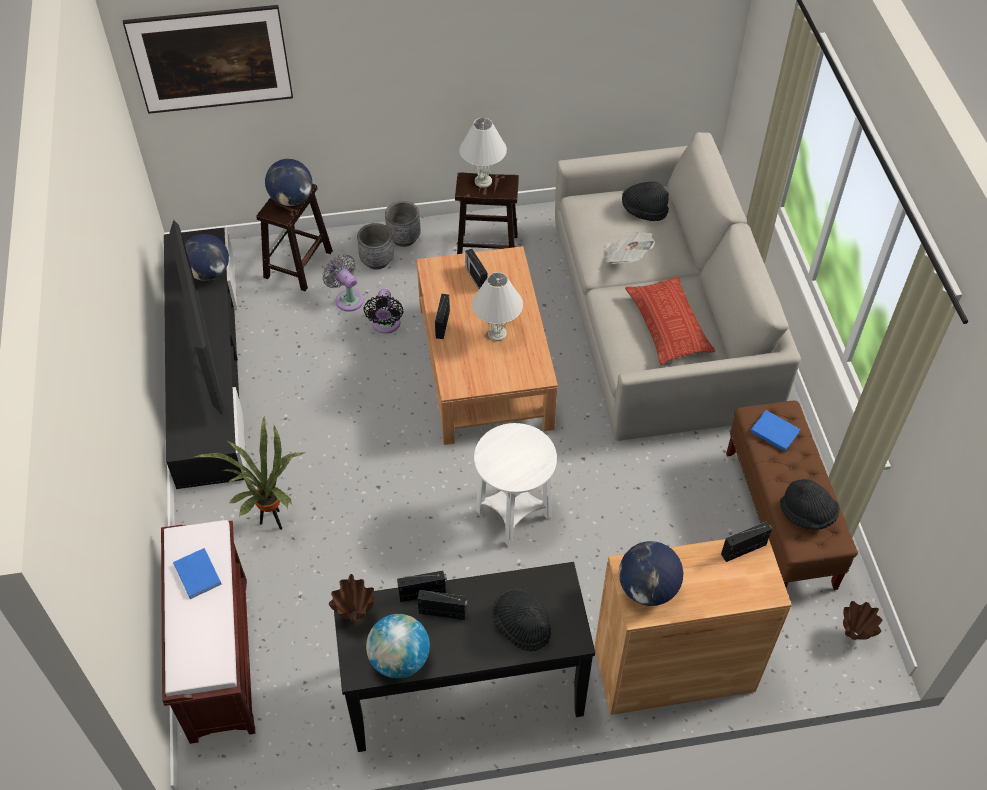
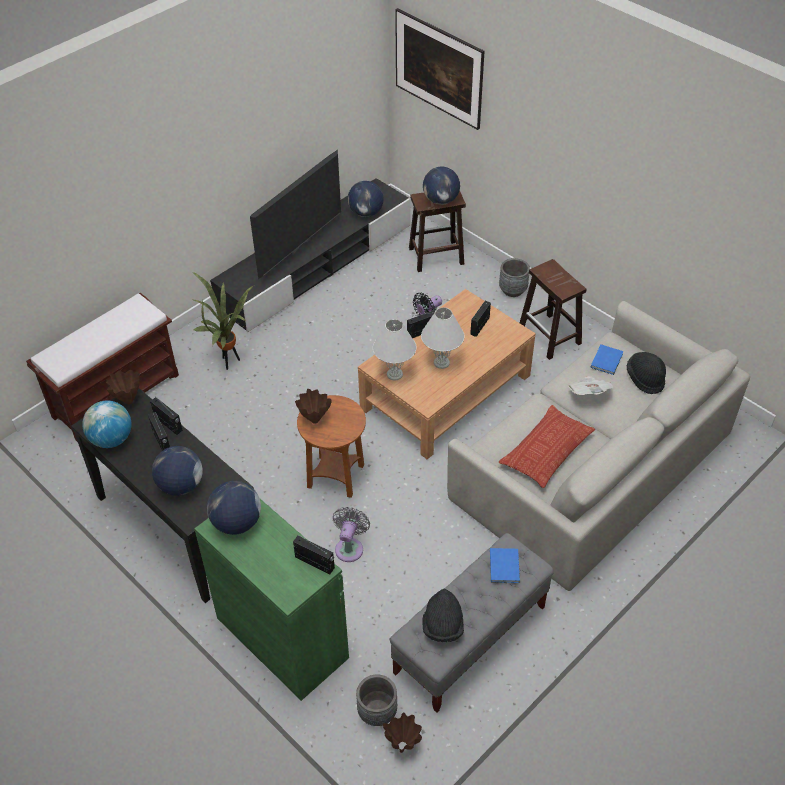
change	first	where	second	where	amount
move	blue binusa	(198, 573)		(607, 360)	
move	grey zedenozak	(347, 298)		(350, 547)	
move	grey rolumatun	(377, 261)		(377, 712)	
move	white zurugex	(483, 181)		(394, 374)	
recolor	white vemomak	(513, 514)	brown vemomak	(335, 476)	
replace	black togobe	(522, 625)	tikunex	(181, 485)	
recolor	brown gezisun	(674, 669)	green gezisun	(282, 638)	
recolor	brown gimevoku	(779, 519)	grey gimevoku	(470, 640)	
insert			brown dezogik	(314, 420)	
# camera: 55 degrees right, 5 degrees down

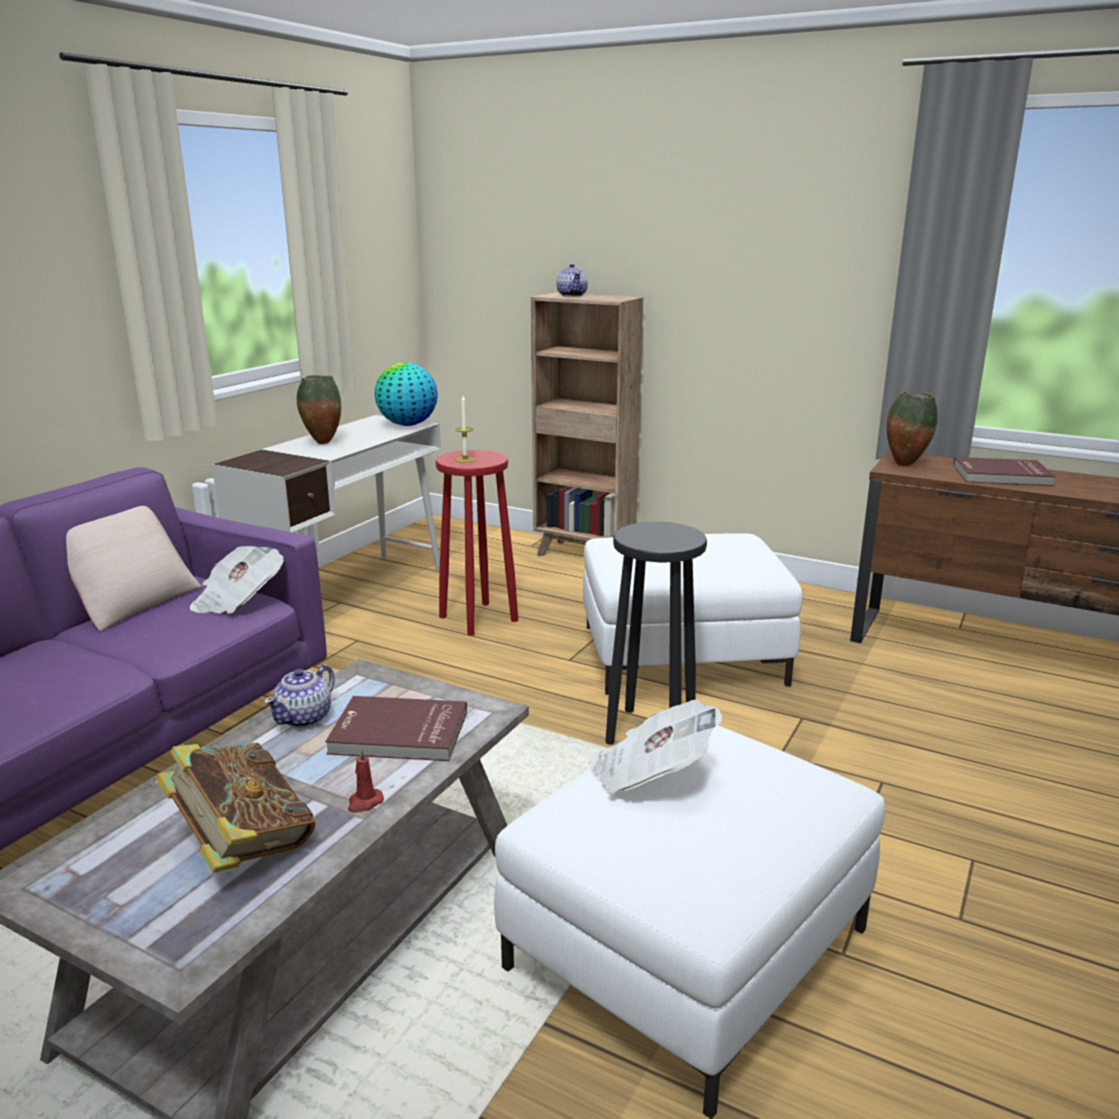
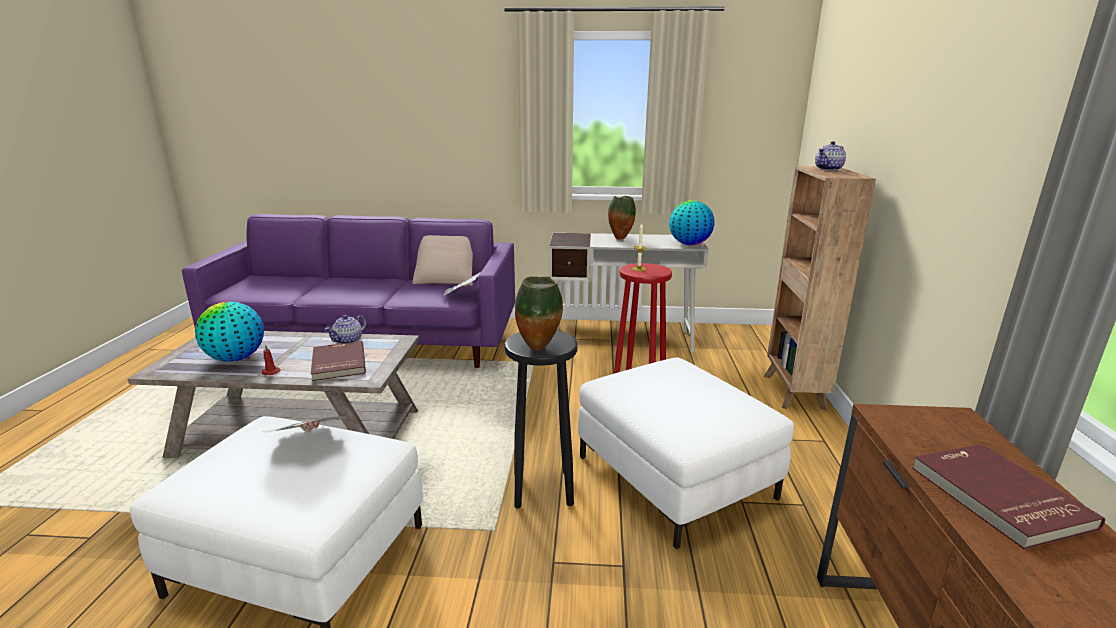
change	first	where	second	where	amount
replace	binusa	(243, 845)	tikunex	(235, 358)	
rotate	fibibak	(305, 718)		(348, 340)	60 degrees counterclockwise
move	dezogik	(905, 464)		(539, 349)	
# camera: 65 degrees right, 0 degrees up

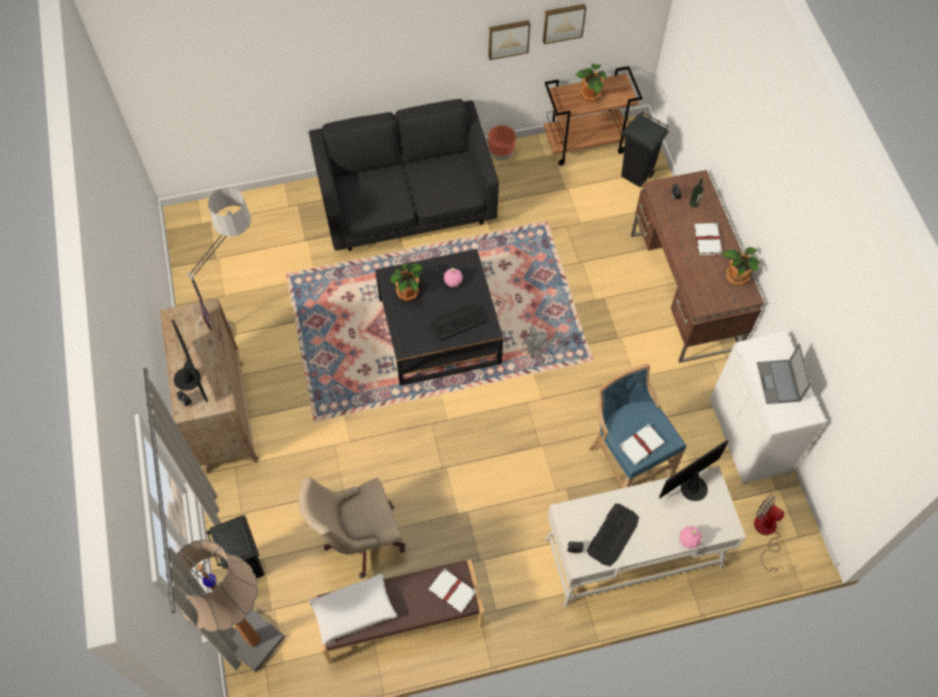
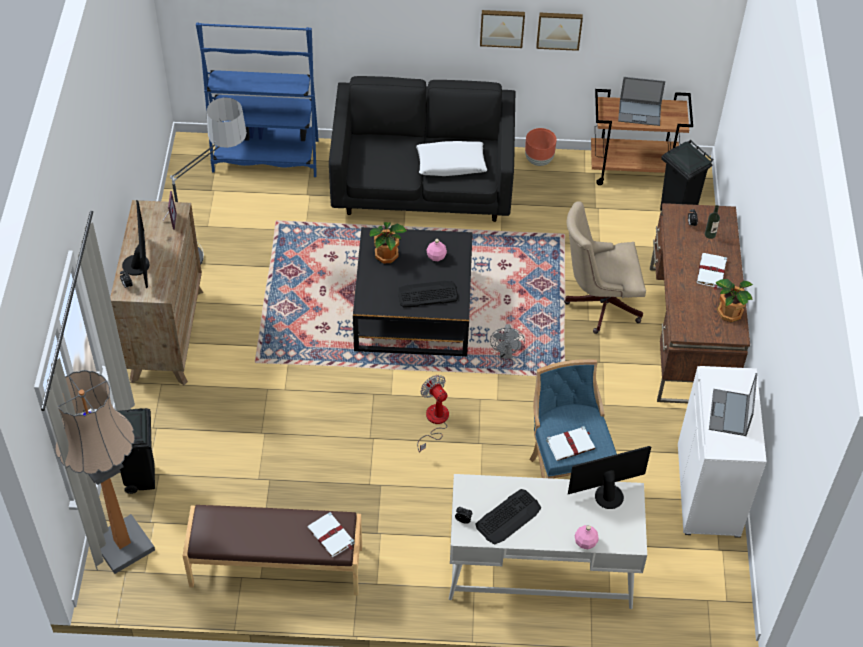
change	first	where	second	where	amount
move	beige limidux	(359, 538)		(598, 303)	
move	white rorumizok	(353, 611)		(451, 164)	
move	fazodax	(563, 22)		(502, 27)	
replace	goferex	(590, 95)	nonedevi	(640, 113)	
move	zedenozak	(766, 533)		(434, 421)	
insert			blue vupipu	(266, 156)	
# camera: 15 degrees right, 10 degrees down

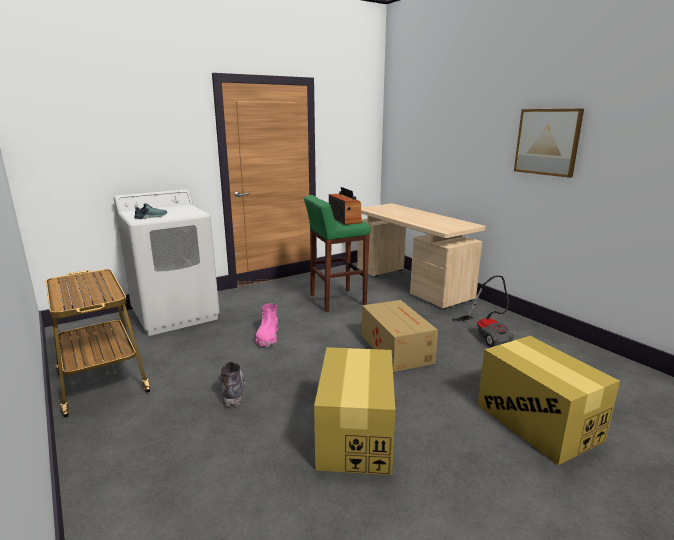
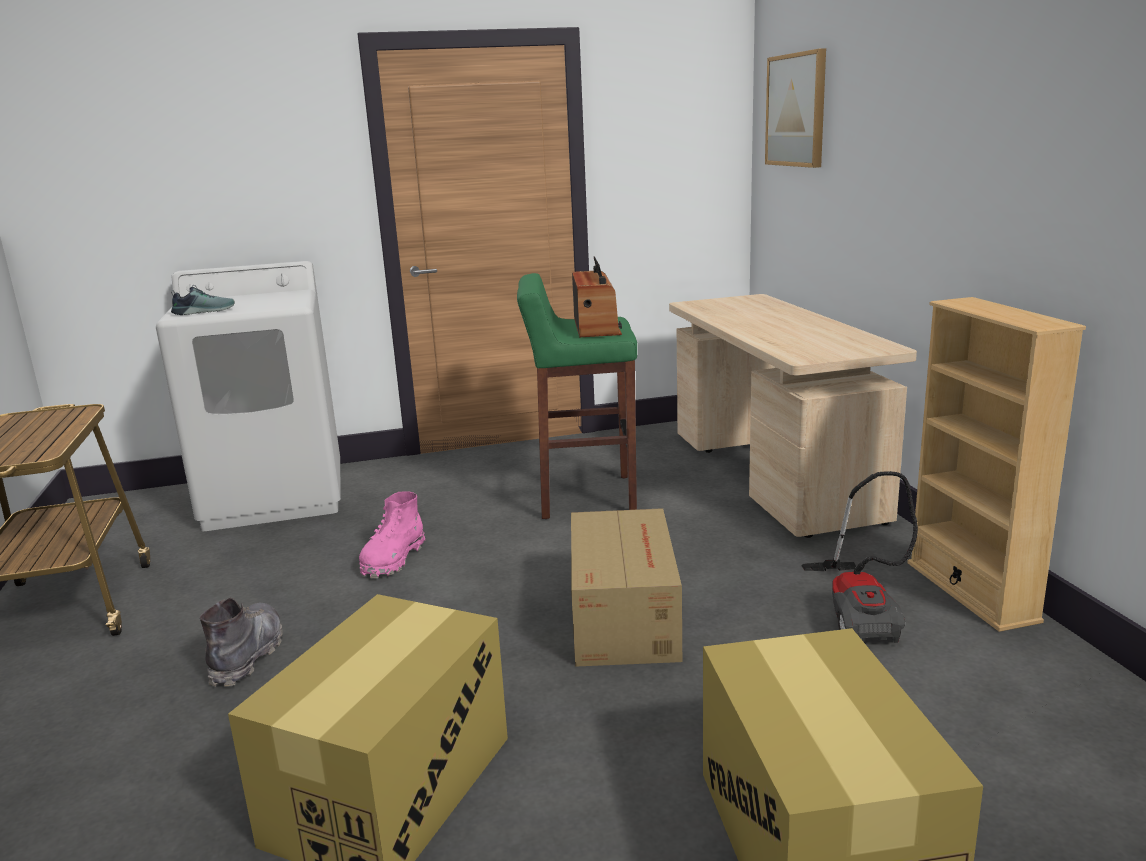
change	first	where	second	where	amount
move	fazodax	(547, 142)		(796, 110)	
insert			beige vupipu	(971, 591)	
# camera: 20 degrees right, 0 degrees up

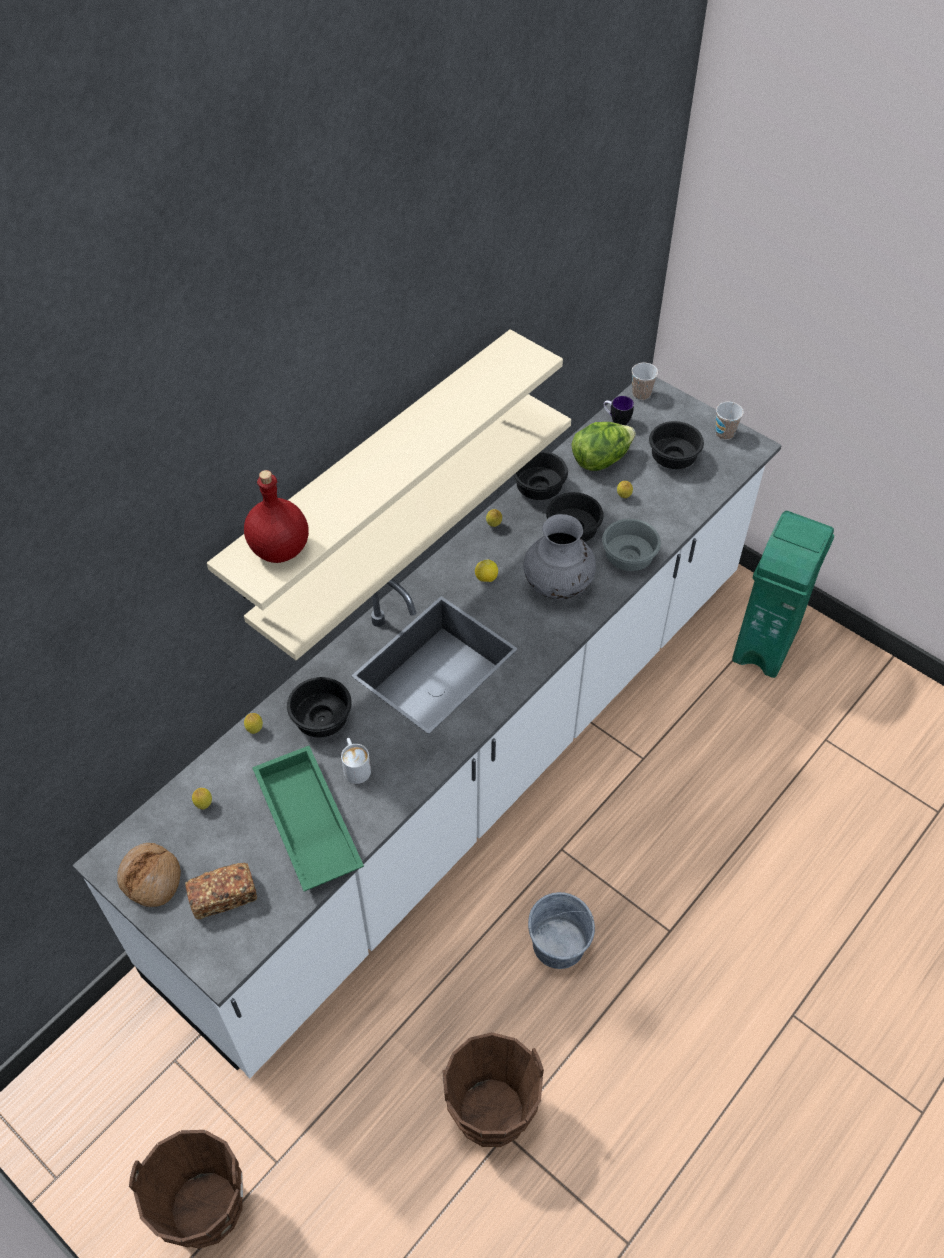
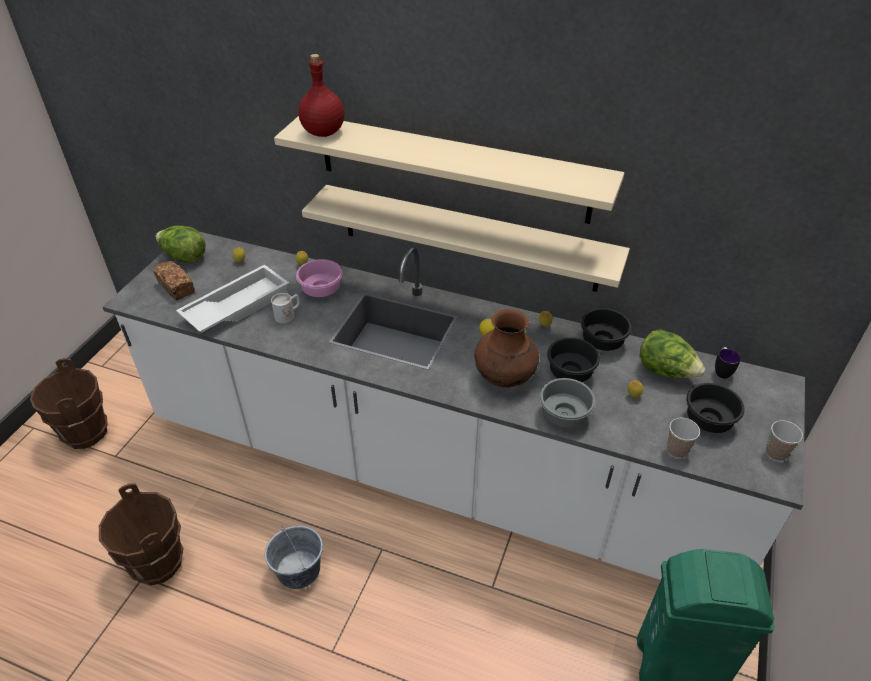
change	first	where	second	where	amount
replace	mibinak	(151, 878)	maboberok	(184, 257)	
recolor	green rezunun	(305, 824)	white rezunun	(236, 305)	
recolor	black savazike	(319, 719)	pink savazike	(321, 289)	
recolor	grey dezogik	(558, 586)	brown dezogik	(504, 377)	
move	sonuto	(641, 394)		(677, 450)	
# camera: 70 degrees right, 10 degrees down

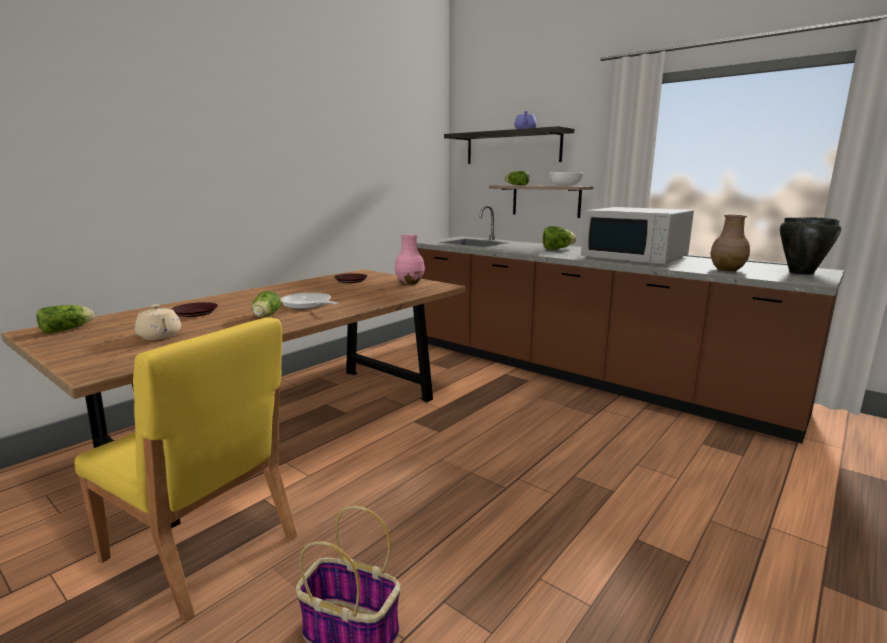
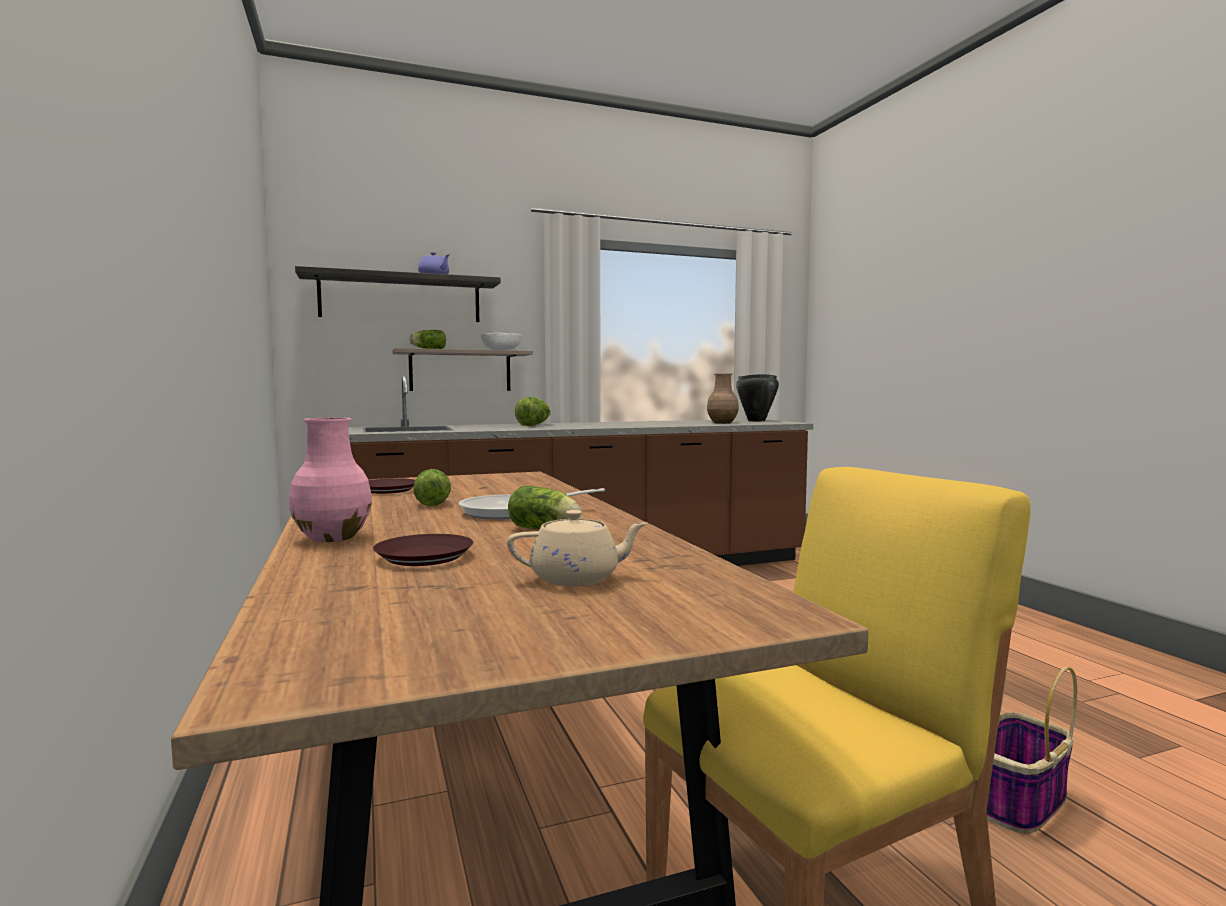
change	first	where	second	where	amount
move	maboberok	(68, 329)		(432, 502)	
move	pink dezogik	(409, 282)		(332, 538)	
delete	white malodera	(635, 257)			
# camera: 60 degrees left, 10 degrees down

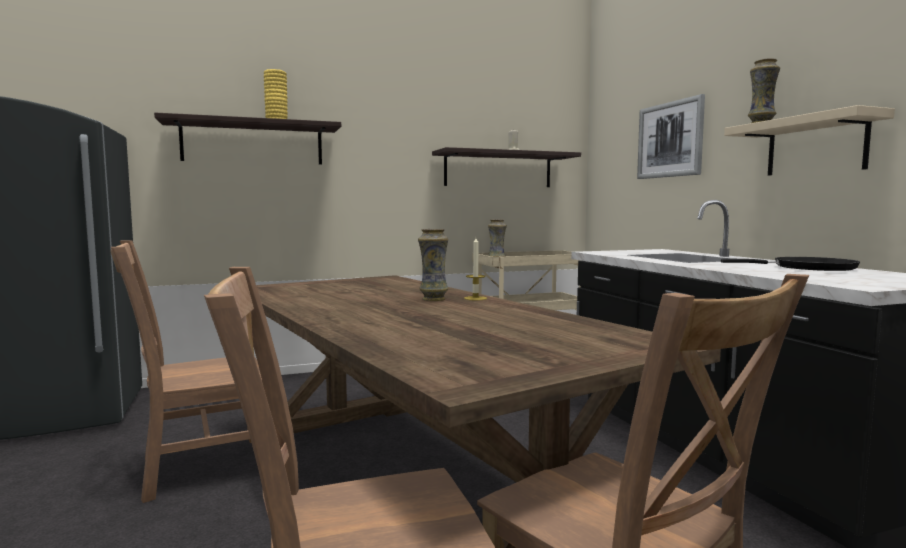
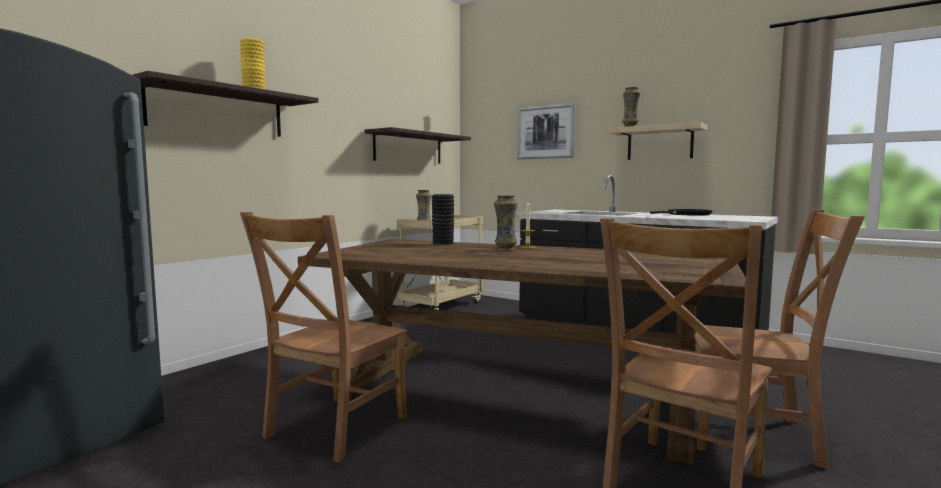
change	first	where	second	where	amount
insert			black dezogik	(443, 244)	
# camera: 35 degrees left, 0 degrees up

